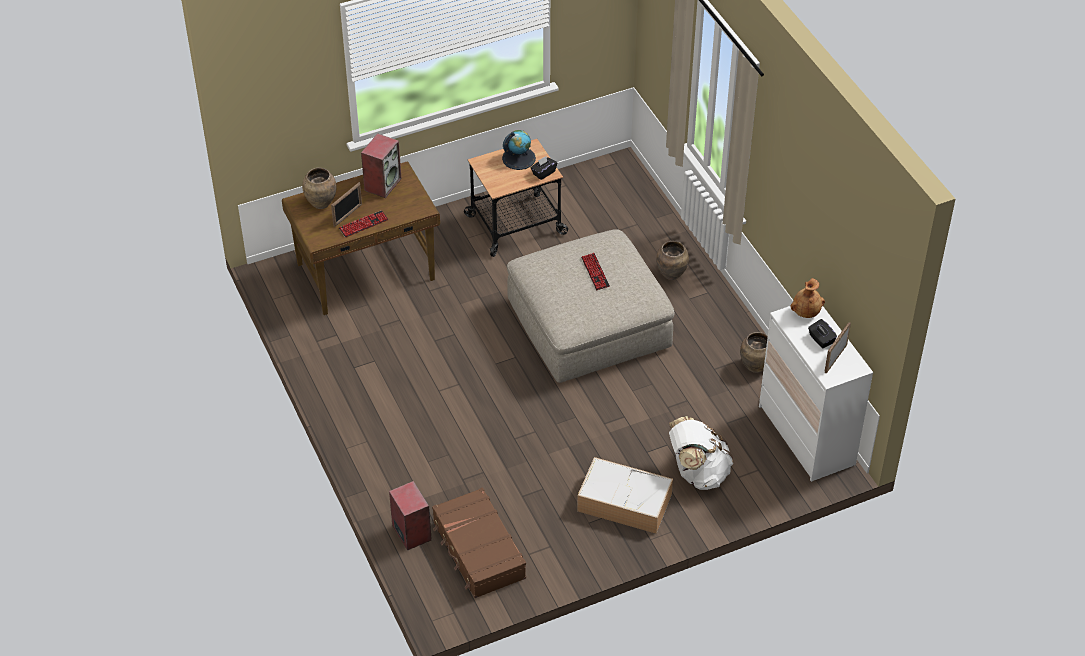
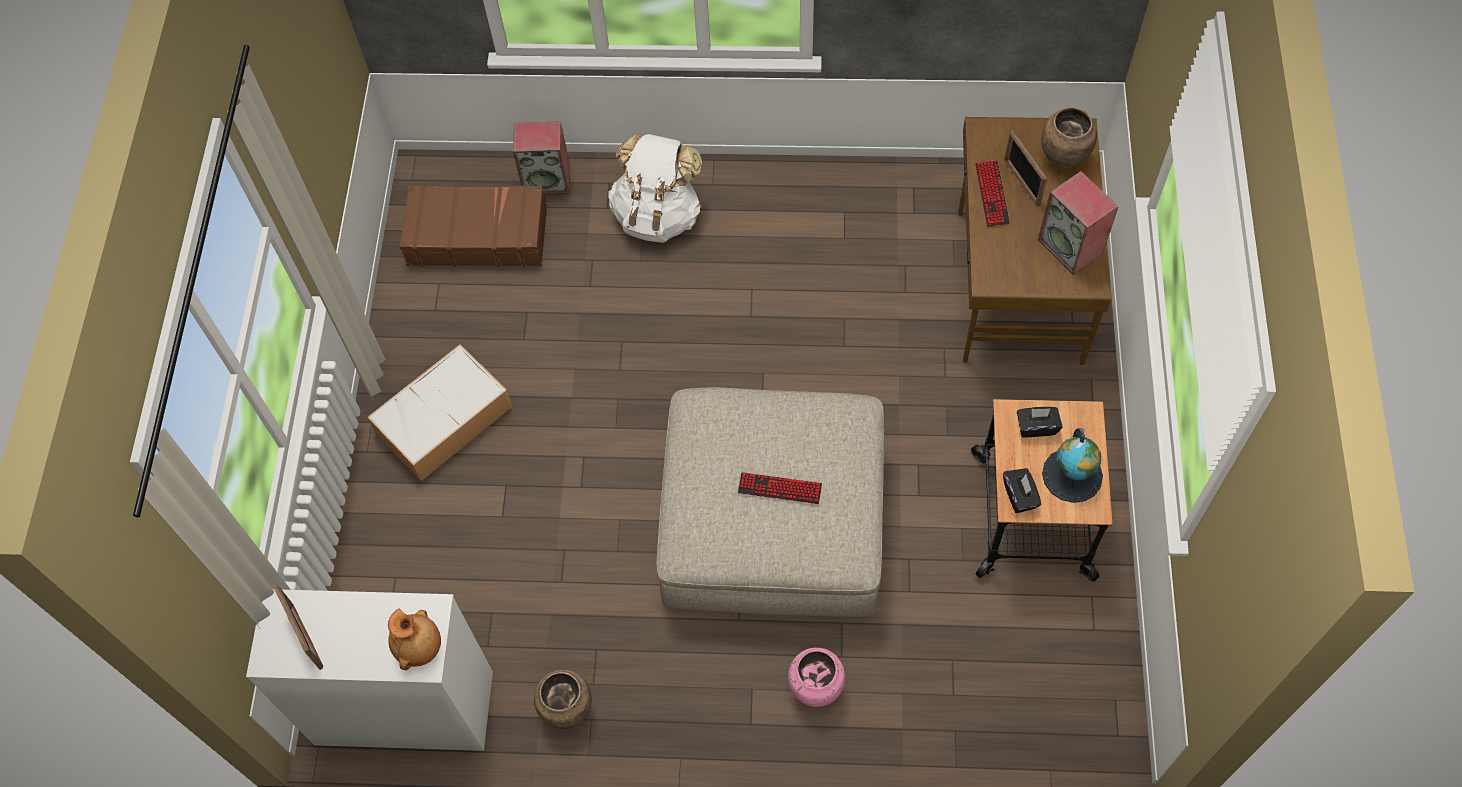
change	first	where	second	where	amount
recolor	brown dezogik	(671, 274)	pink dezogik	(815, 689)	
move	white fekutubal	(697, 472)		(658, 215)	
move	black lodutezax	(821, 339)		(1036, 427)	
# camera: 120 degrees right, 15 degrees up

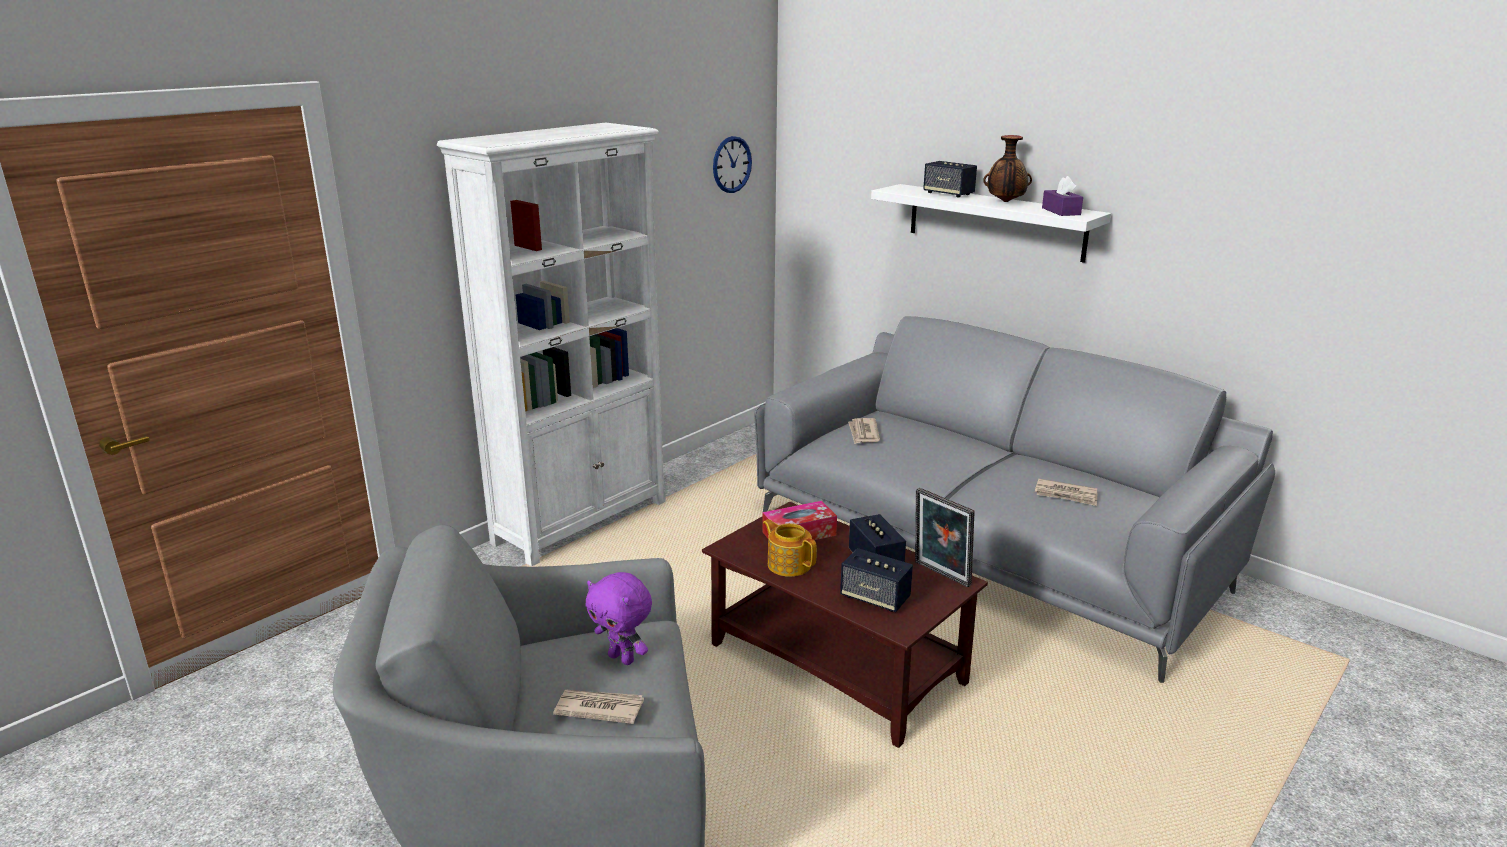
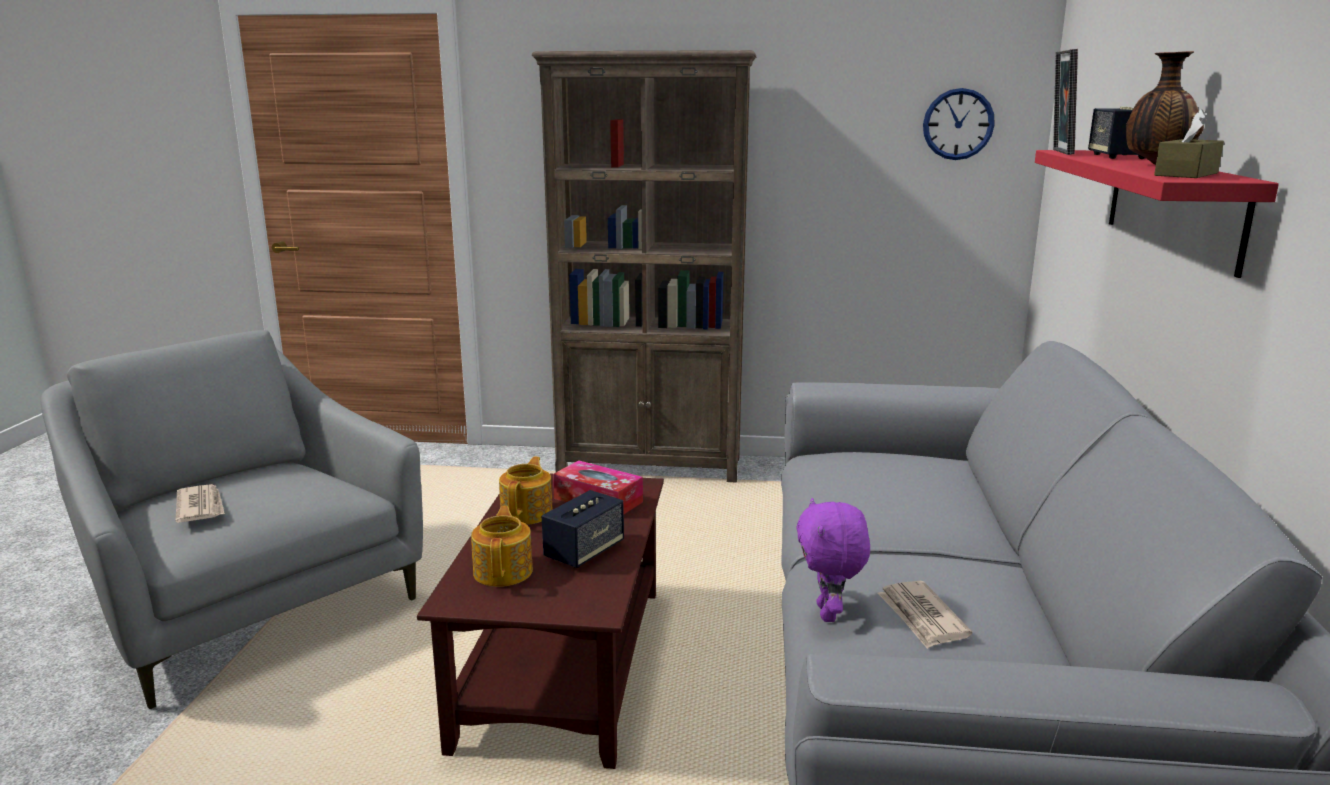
change	first	where	second	where	amount
recolor	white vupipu	(582, 522)	brown vupipu	(651, 466)	
move	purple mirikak	(622, 658)		(829, 614)	
replace	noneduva	(875, 598)	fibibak	(504, 571)	
delete	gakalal	(863, 433)			
recolor	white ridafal	(995, 222)	red ridafal	(1172, 205)	
move	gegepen	(940, 575)		(1058, 152)	
recolor	purple lodutezax	(1061, 211)	brown lodutezax	(1186, 174)	
# camera: 55 degrees right, 5 degrees down

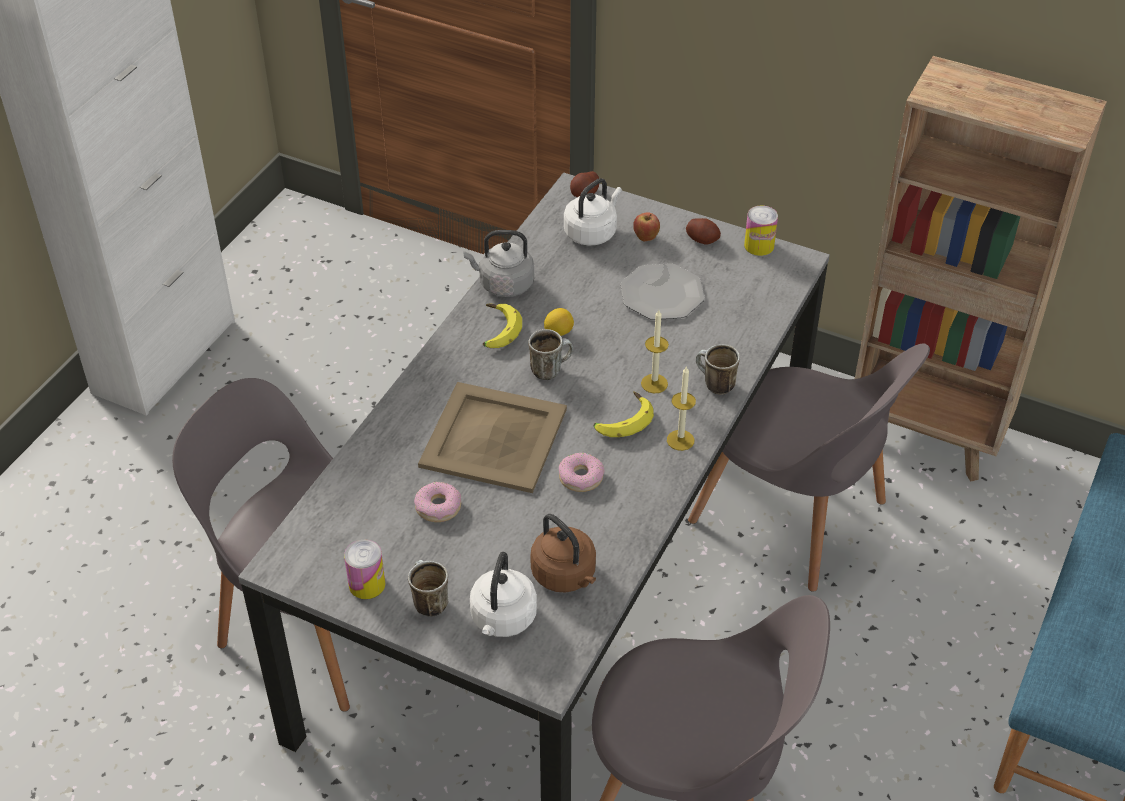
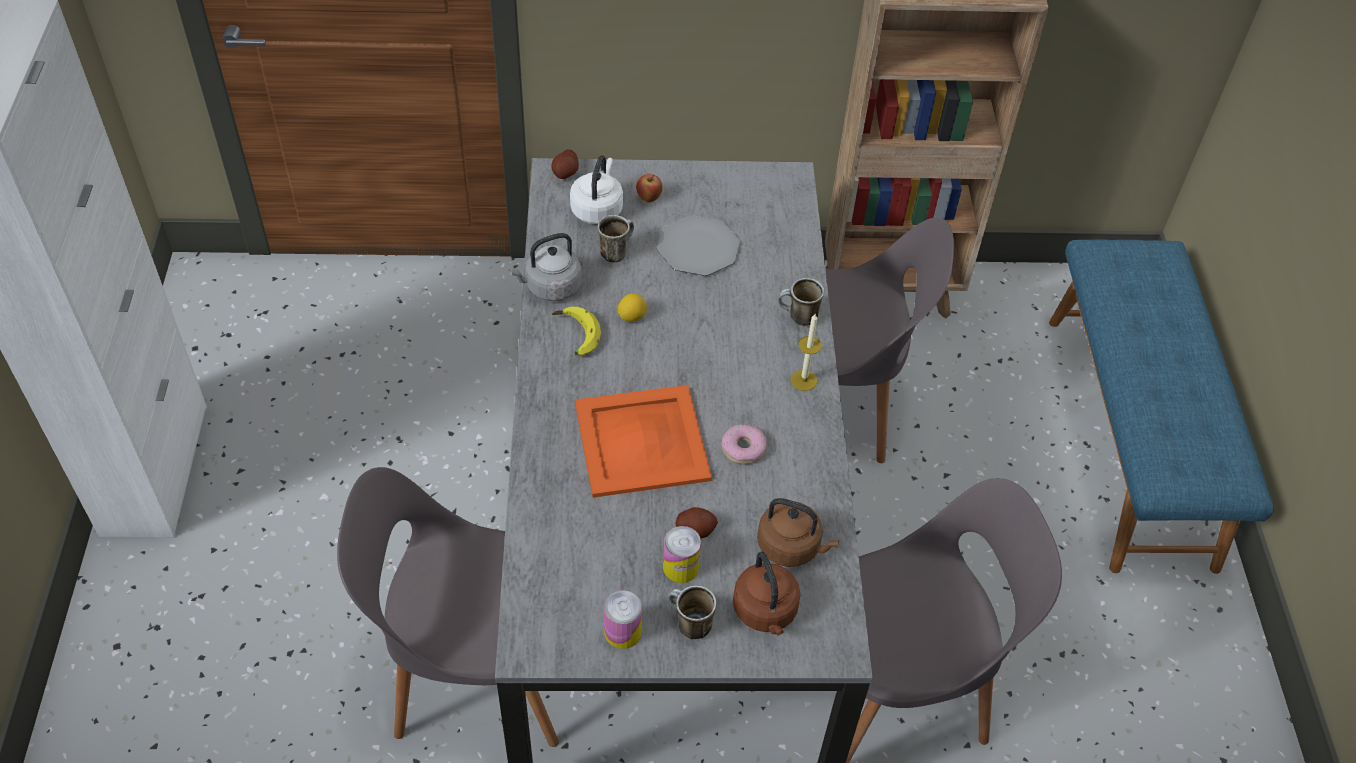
change	first	where	second	where	amount
delete	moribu	(438, 507)			
recolor	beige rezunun	(492, 438)	orange rezunun	(640, 442)	
recolor	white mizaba	(502, 620)	brown mizaba	(765, 612)	
move	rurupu	(550, 369)		(616, 251)	
delete	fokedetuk	(622, 420)			
delete	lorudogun	(654, 383)			
move	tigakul	(702, 239)		(695, 529)	
move	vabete	(759, 246)		(680, 567)	
# camera: 30 degrees left, 5 degrees up

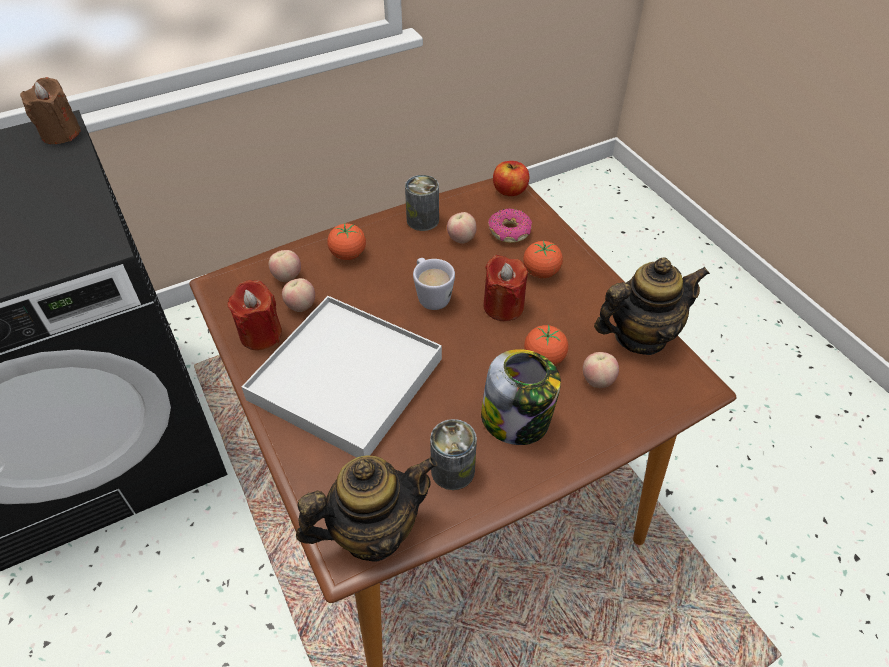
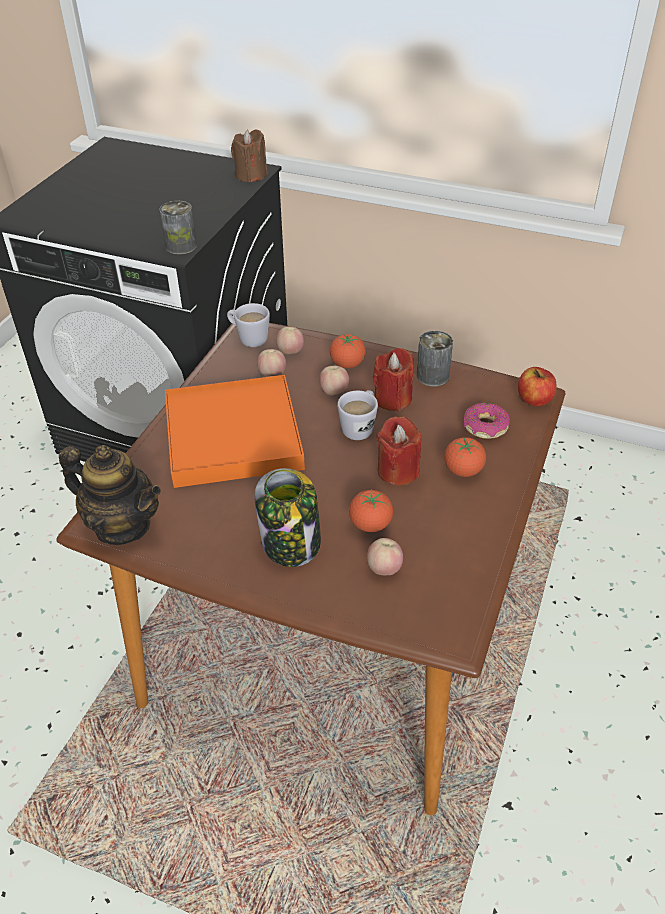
change	first	where	second	where	amount
move	red lorudogun	(260, 334)		(393, 399)	
recolor	white rezunun	(346, 378)	orange rezunun	(233, 435)	
move	vabete	(452, 470)		(181, 246)	
move	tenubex	(461, 239)		(334, 392)	
delete	fibibak	(639, 336)			
insert			white rurupu	(248, 338)	
# camera: 50 degrees right, 5 degrees down

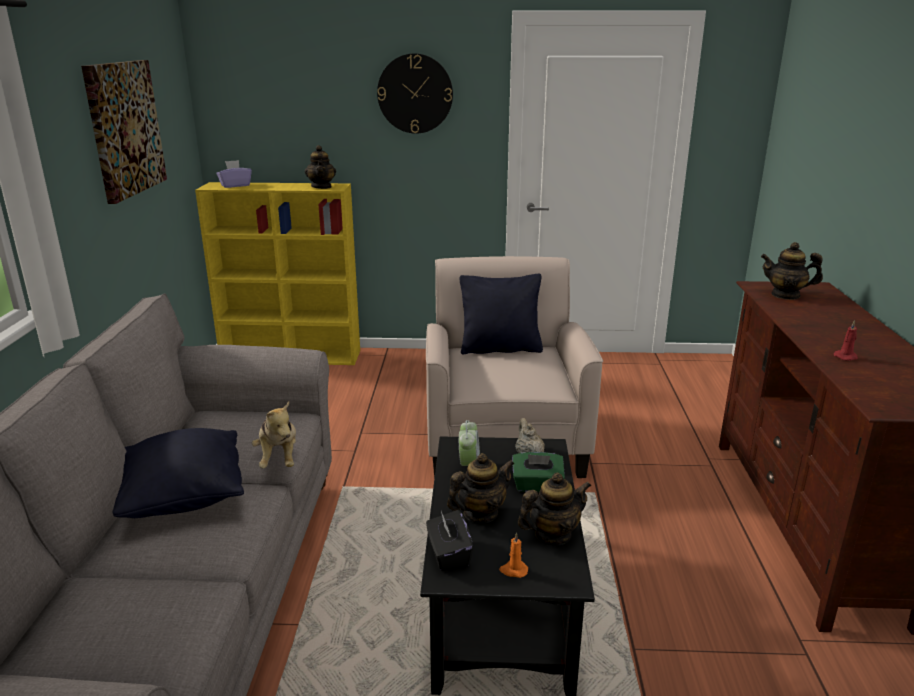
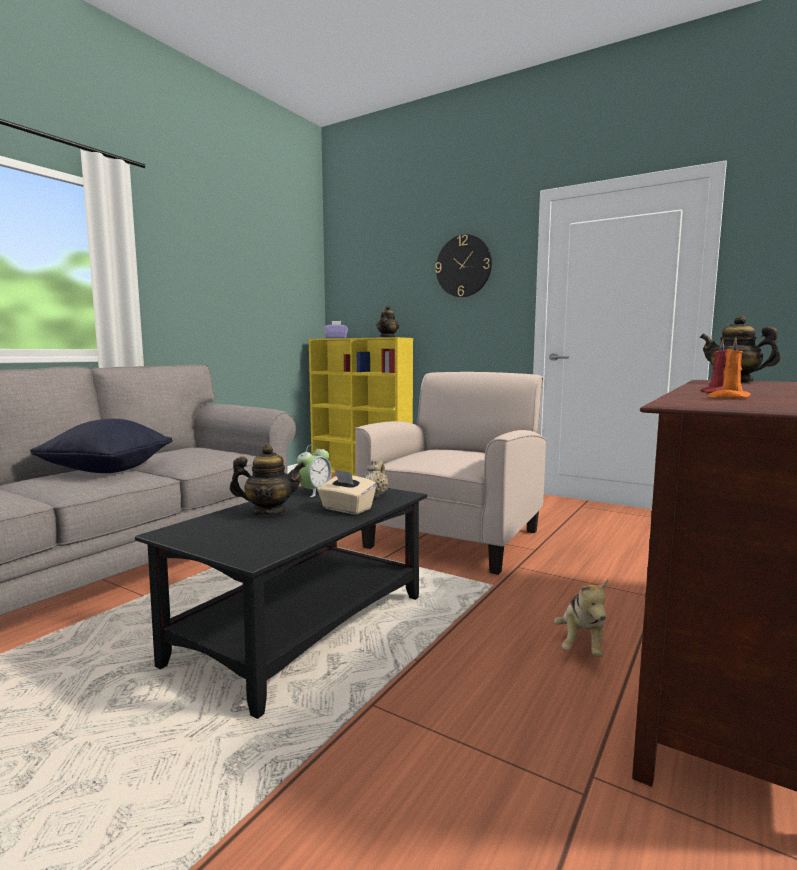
change	first	where	second	where	amount
delete	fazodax	(124, 128)			
move	mirikak	(279, 458)		(582, 645)	
delete	black lodutezax	(448, 554)			
delete	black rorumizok	(500, 349)			
move	orange lorudogun	(513, 570)		(728, 397)	
recolor	green lodutezax	(537, 486)	beige lodutezax	(346, 509)	
delete	fibibak	(552, 535)			
# camera: 30 degrees right, 15 degrees down

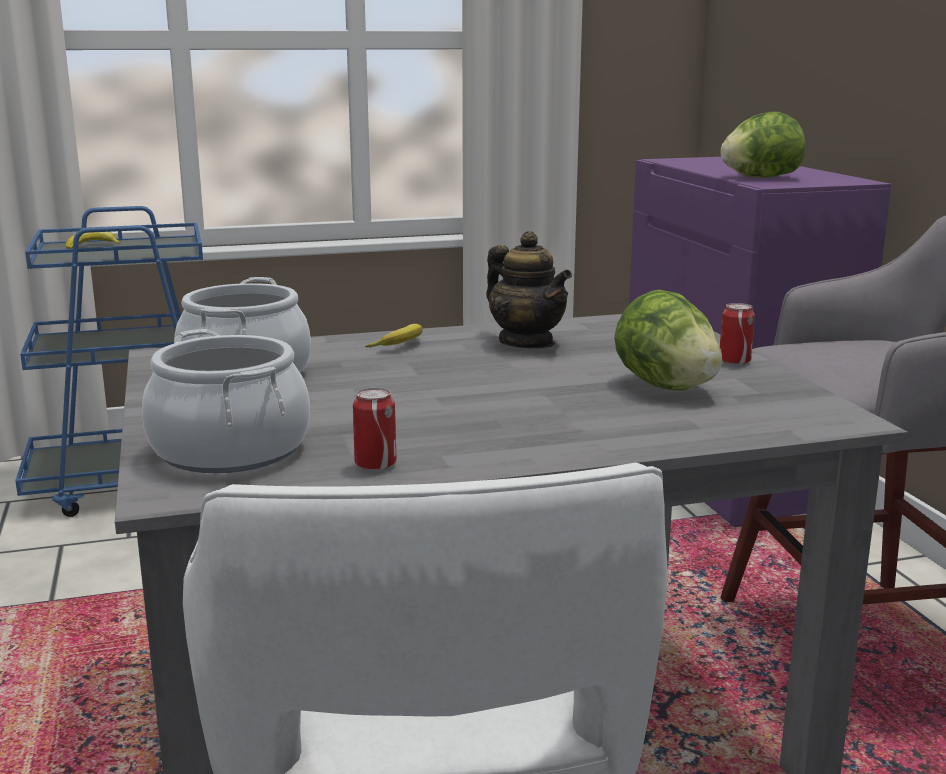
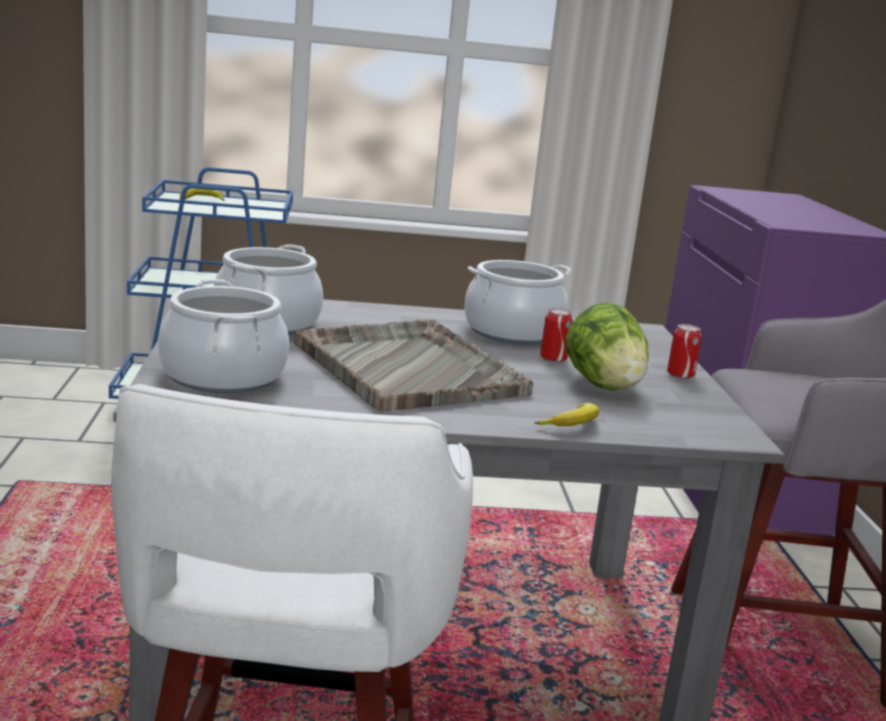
change	first	where	second	where	amount
move	vabete	(375, 465)		(553, 359)	
move	fokedetuk	(400, 344)		(572, 424)	
replace	fibibak	(527, 342)	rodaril	(512, 332)	
delete	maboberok	(760, 177)			
insert			grey rezunun	(407, 368)	
# camera: 10 degrees right, 0 degrees up

